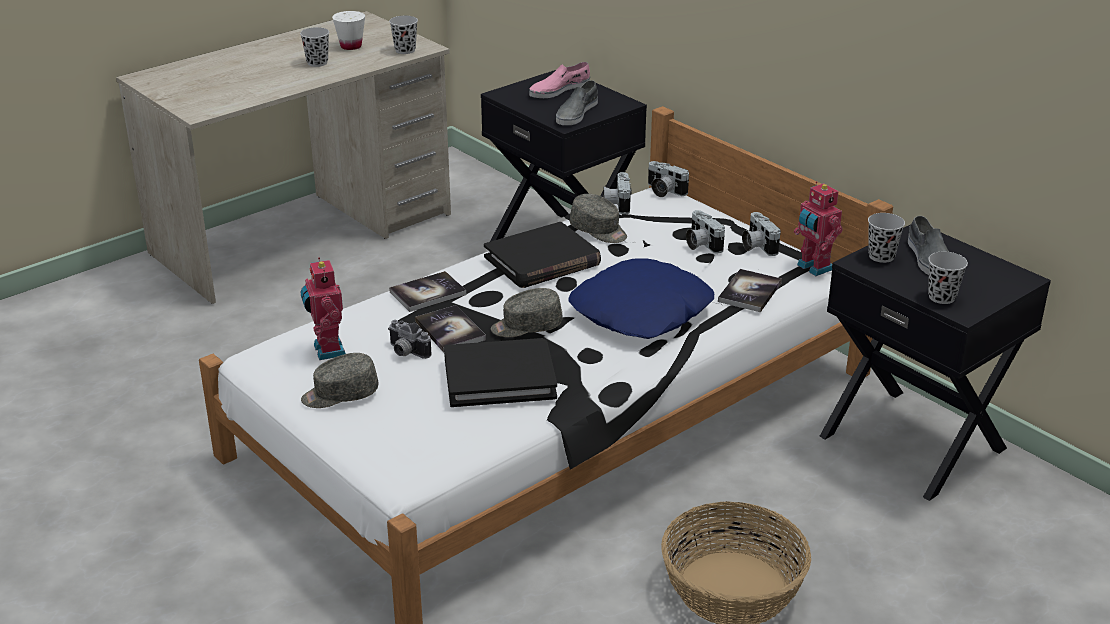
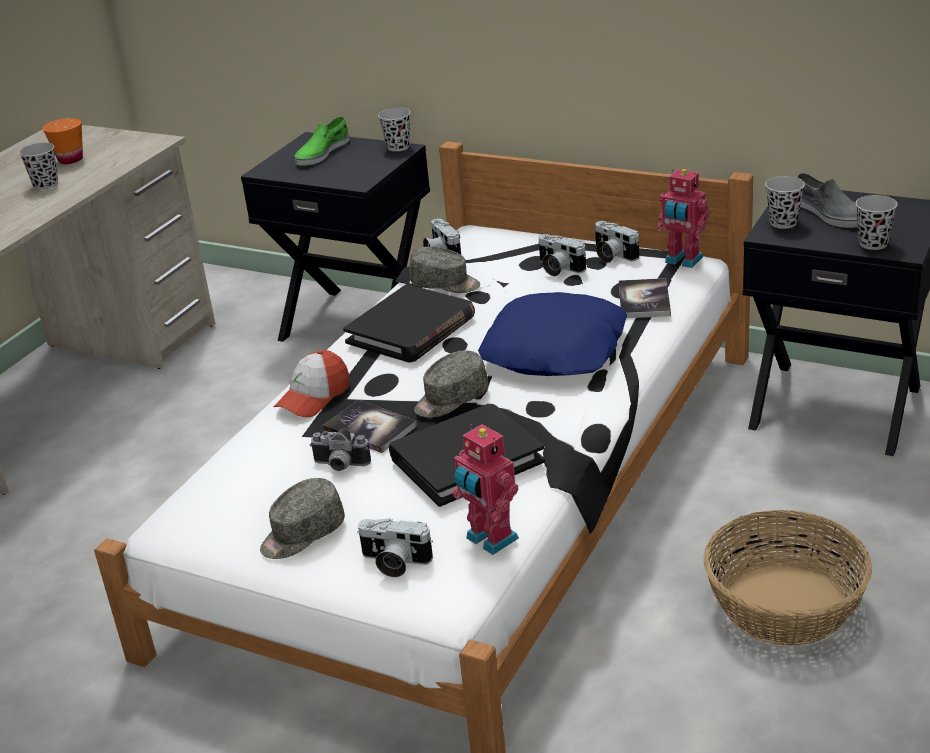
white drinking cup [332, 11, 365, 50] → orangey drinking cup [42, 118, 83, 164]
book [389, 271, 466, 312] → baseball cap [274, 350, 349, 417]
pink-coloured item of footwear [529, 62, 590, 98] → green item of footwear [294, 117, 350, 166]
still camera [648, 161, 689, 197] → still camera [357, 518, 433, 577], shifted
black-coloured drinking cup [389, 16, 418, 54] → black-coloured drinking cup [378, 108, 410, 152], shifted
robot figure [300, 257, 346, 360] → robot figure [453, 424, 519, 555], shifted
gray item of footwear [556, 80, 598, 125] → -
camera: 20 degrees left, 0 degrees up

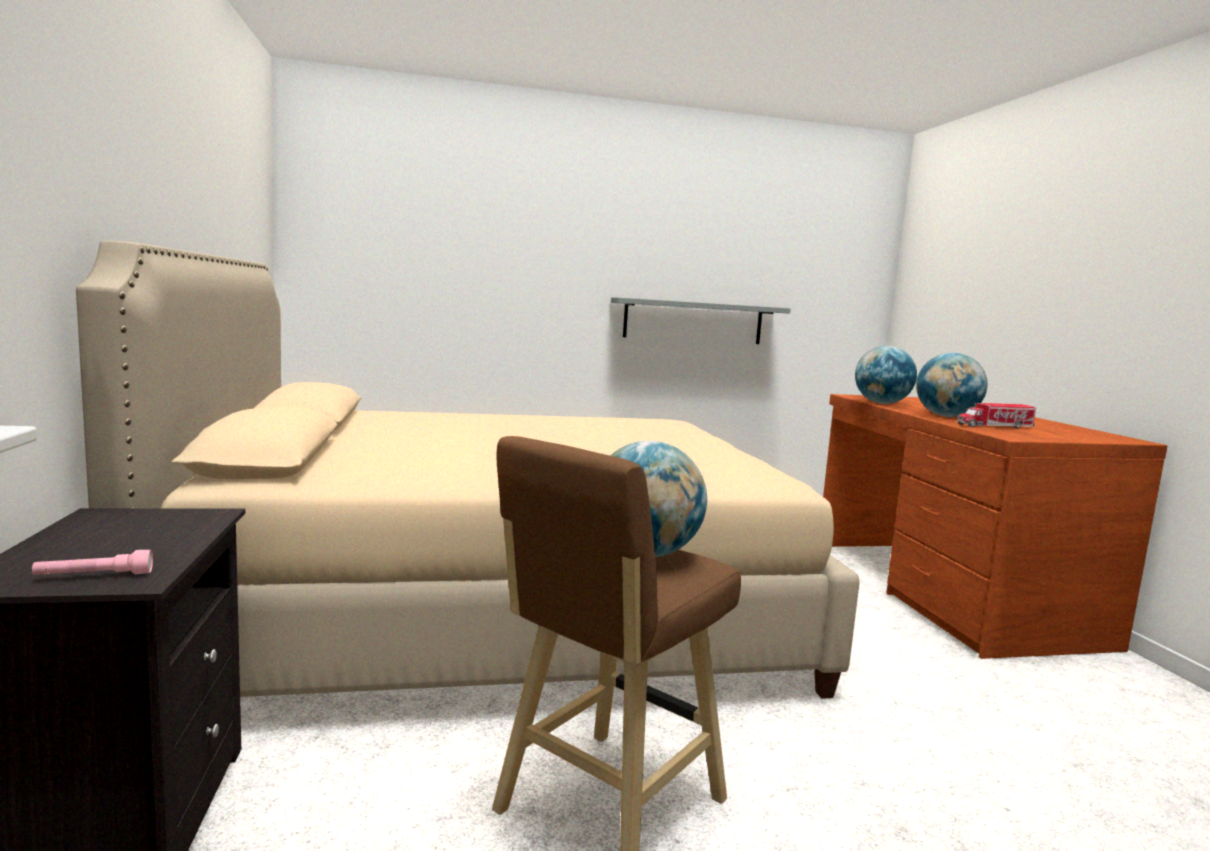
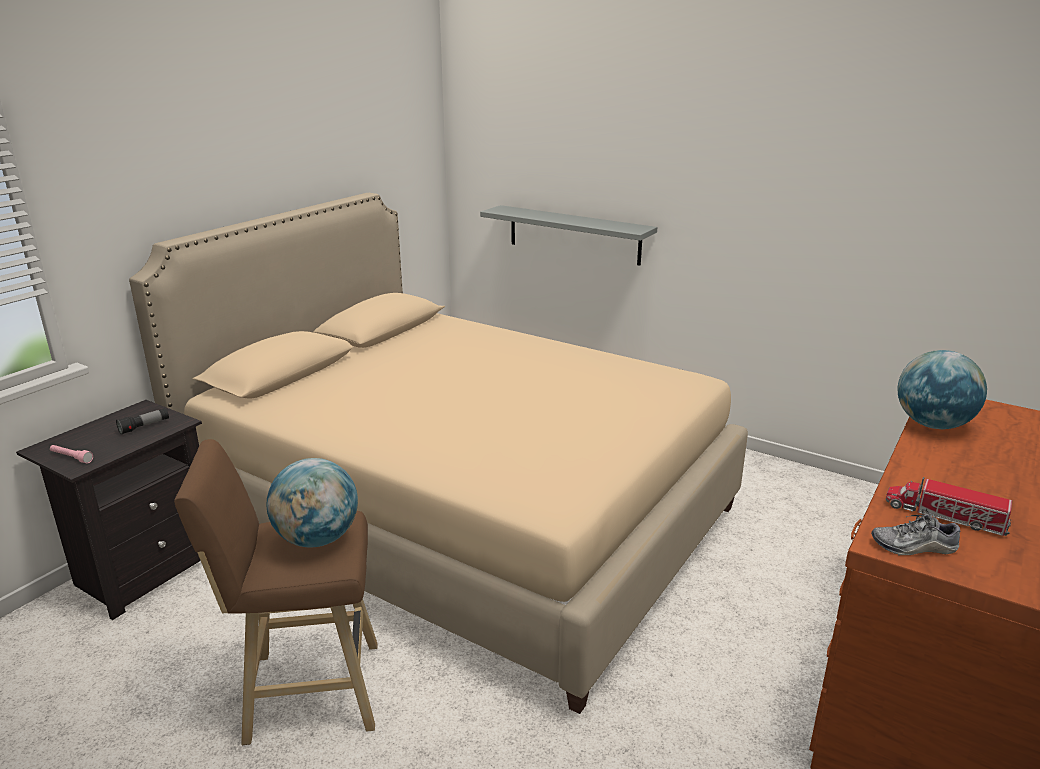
- → torch [116, 408, 169, 435]
gray shelf [611, 297, 790, 344] → gray shelf [480, 205, 657, 266], shifted
- → item of footwear [871, 508, 960, 555]
globe [916, 353, 988, 417] → -
camera: 45 degrees right, 15 degrees up

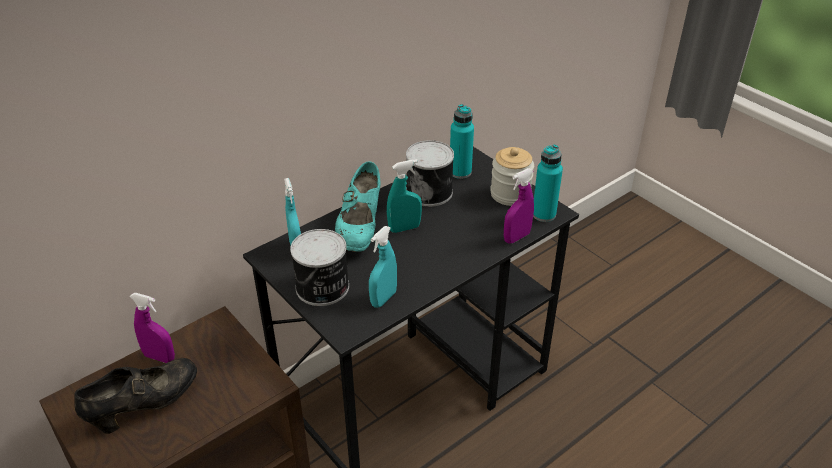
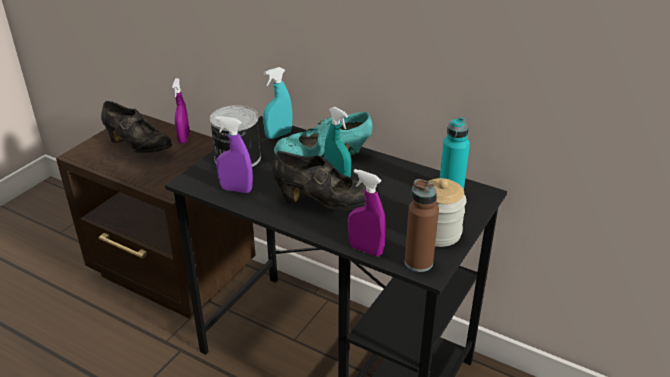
turquoise sprayer [369, 226, 397, 308] → purple sprayer [215, 116, 253, 193]
- → black-coloured item of footwear [272, 151, 380, 210]
turquoise bottle [533, 144, 563, 222] → brown bottle [405, 179, 439, 272]
can [406, 140, 454, 207] → -
camera: 70 degrees right, 5 degrees down

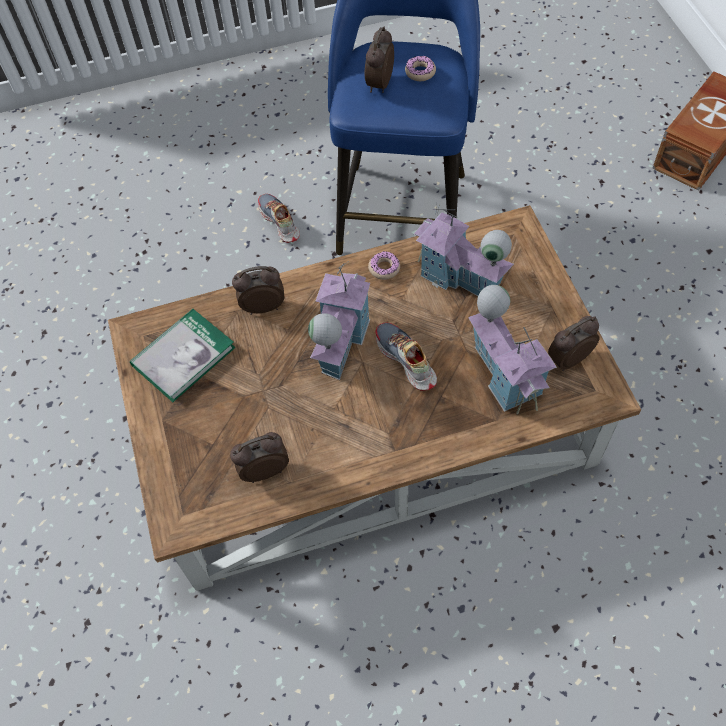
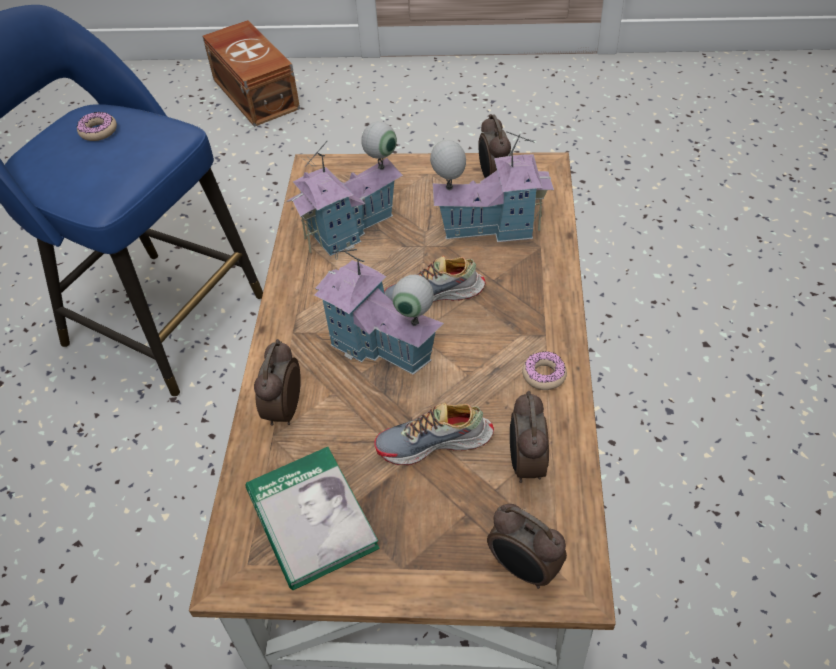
item of footwear [258, 194, 300, 243] → item of footwear [374, 402, 494, 465], shifted
alarm clock [365, 27, 394, 93] → alarm clock [487, 504, 567, 589], shifted
doughnut [368, 252, 400, 280] → doughnut [522, 351, 567, 390], shifted
camera: 70 degrees left, 10 degrees down

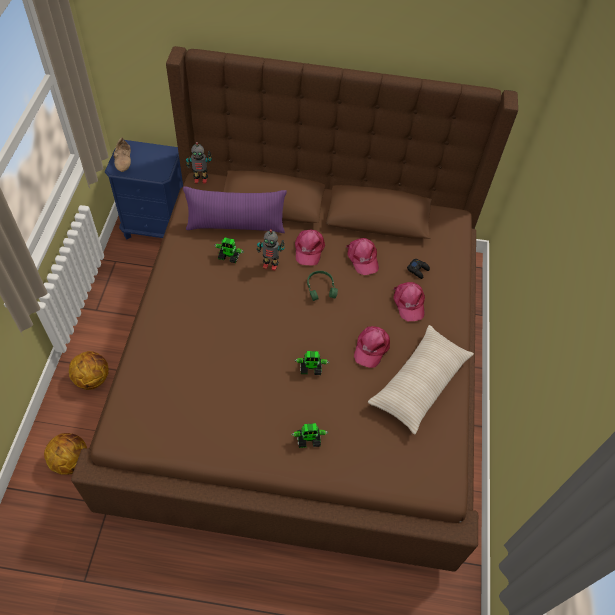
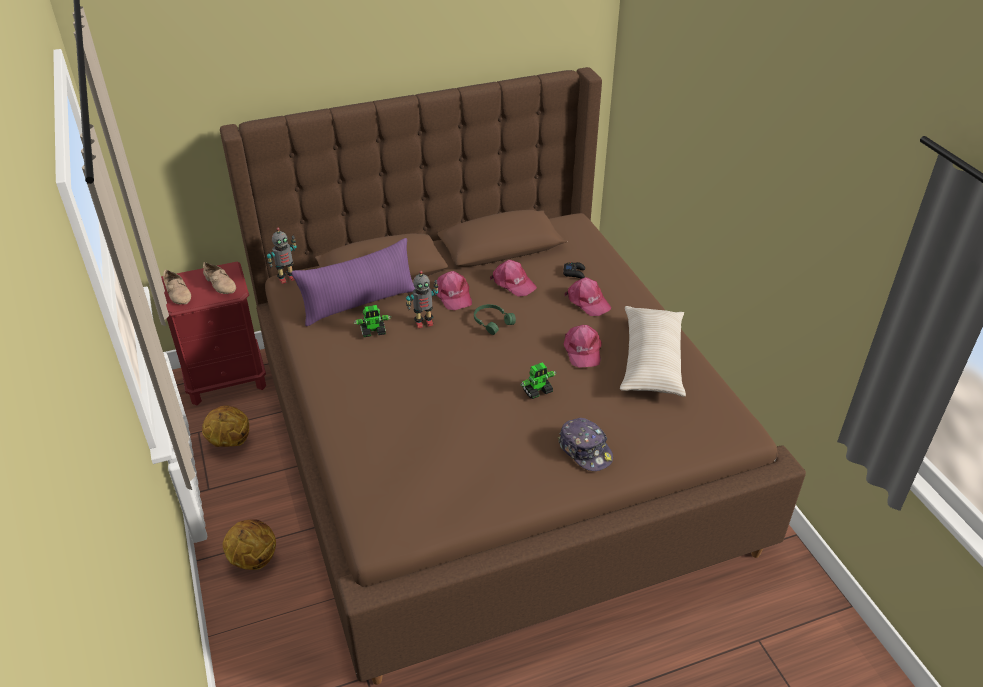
blue-coloured bedside table [105, 140, 183, 239] → reddish bedside table [161, 261, 266, 406]
basketball [44, 433, 87, 475] → basketball [202, 405, 249, 447], shifted
- → sand-coloured item of footwear [203, 262, 236, 294]
robot figure [291, 423, 328, 448] → baseball cap [558, 418, 613, 471]
camera: 25 degrees left, 15 degrees down

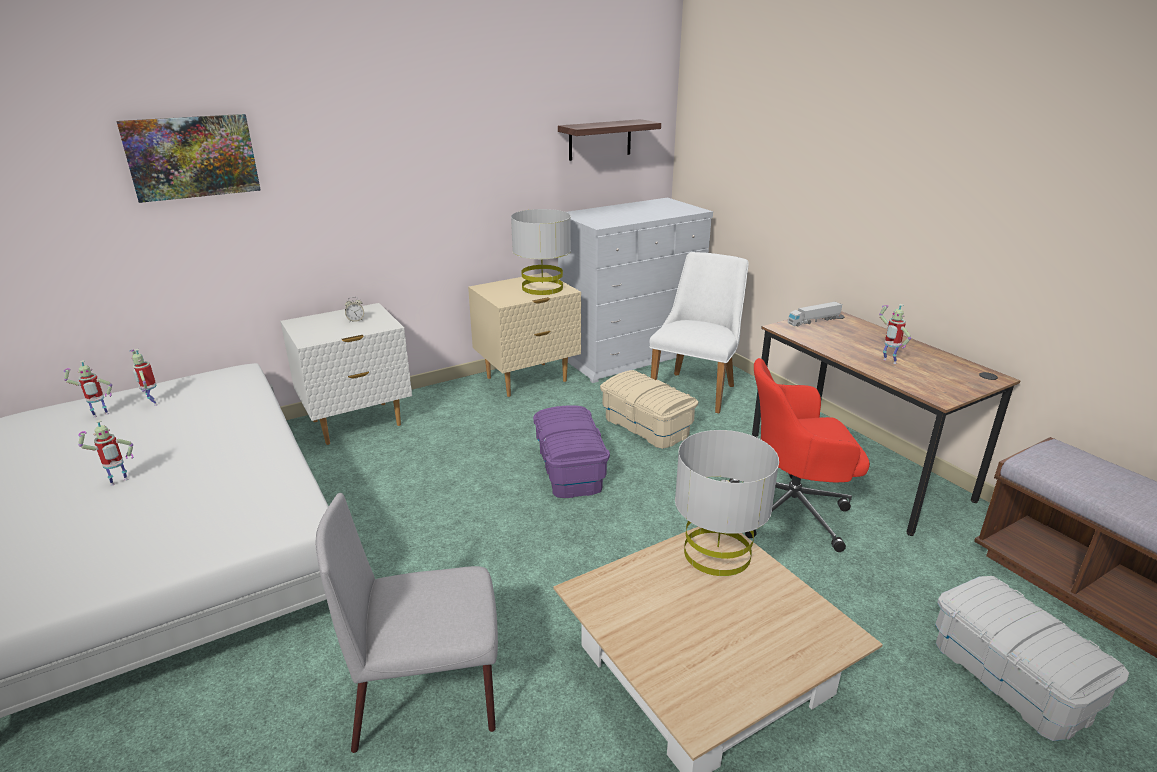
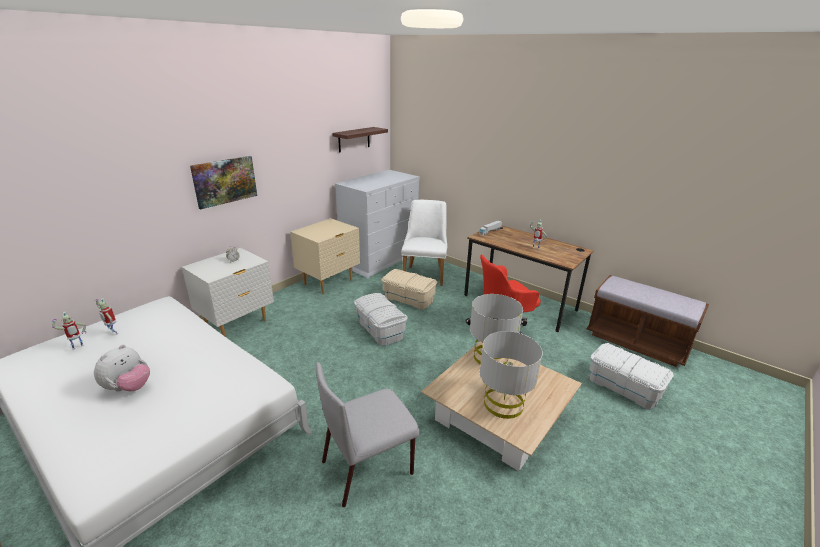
robot figure [78, 419, 133, 486] → cuddly toy [94, 345, 150, 391]
wall art [116, 114, 261, 203] → wall art [190, 156, 257, 209], shifted
purple storage box [533, 405, 610, 498] → white storage box [354, 293, 408, 346]
gray lamp for a table [511, 209, 571, 295] → gray lamp for a table [480, 331, 543, 419], shifted
camera: 20 degrees left, 0 degrees up

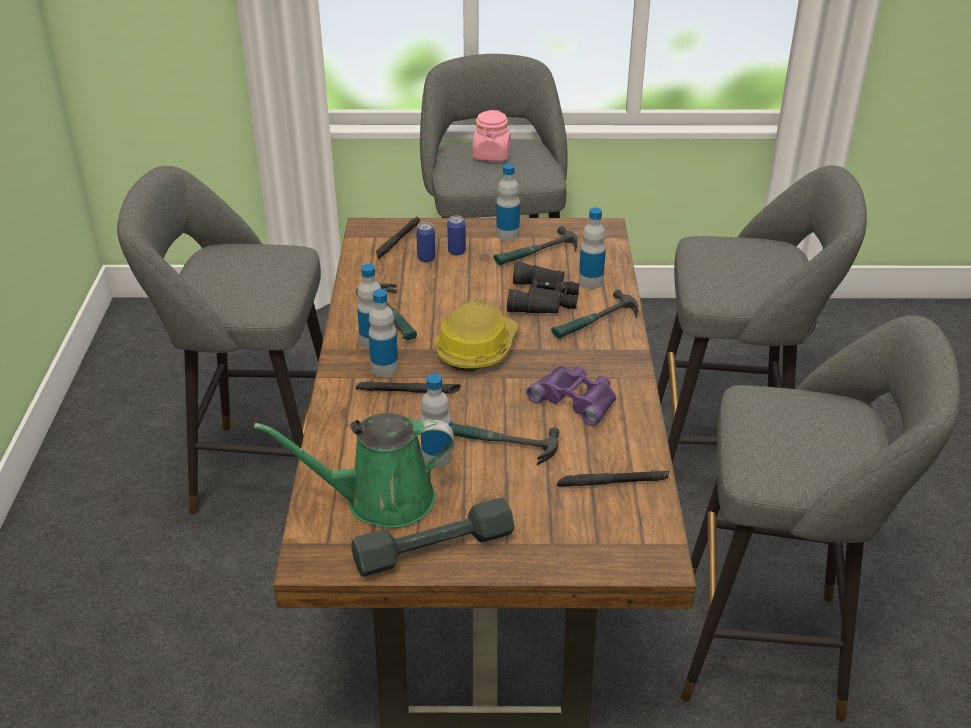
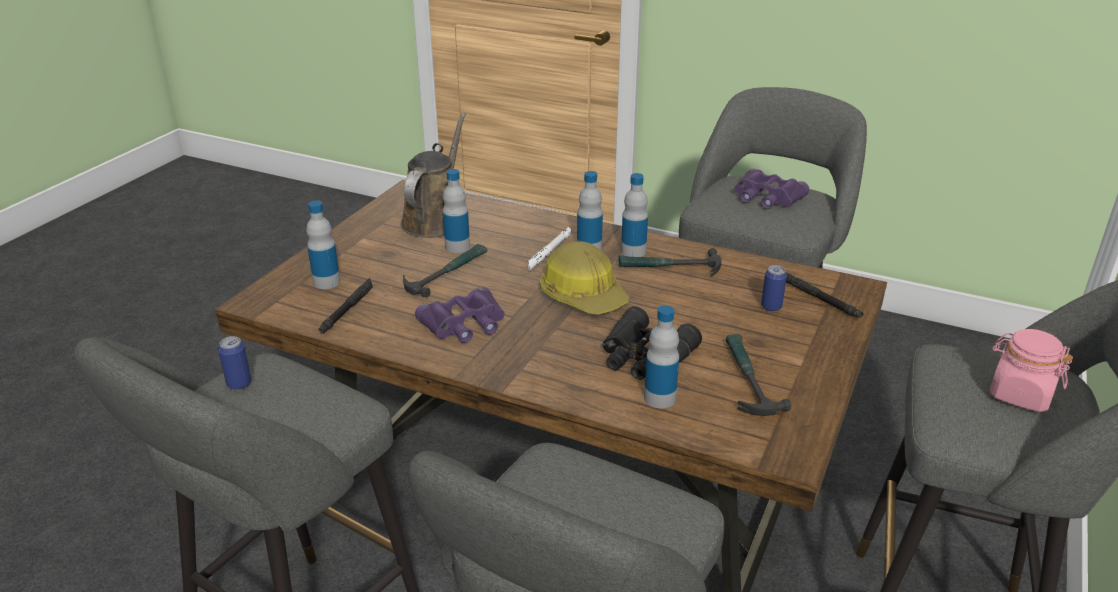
can [447, 215, 466, 255] → can [218, 336, 251, 390], shifted
bottle [496, 164, 520, 241] → bottle [306, 201, 340, 289], shifted
green watering can [254, 413, 455, 528] → brown watering can [400, 113, 466, 238]
black-coloured torch [356, 381, 461, 394] → white torch [527, 227, 572, 272]
- → purple pair of binoculars [734, 169, 809, 209]
gray hand weight [351, 498, 515, 577] → -
hand hammer [551, 289, 639, 339] → -
camera: 115 degrees right, 5 degrees down

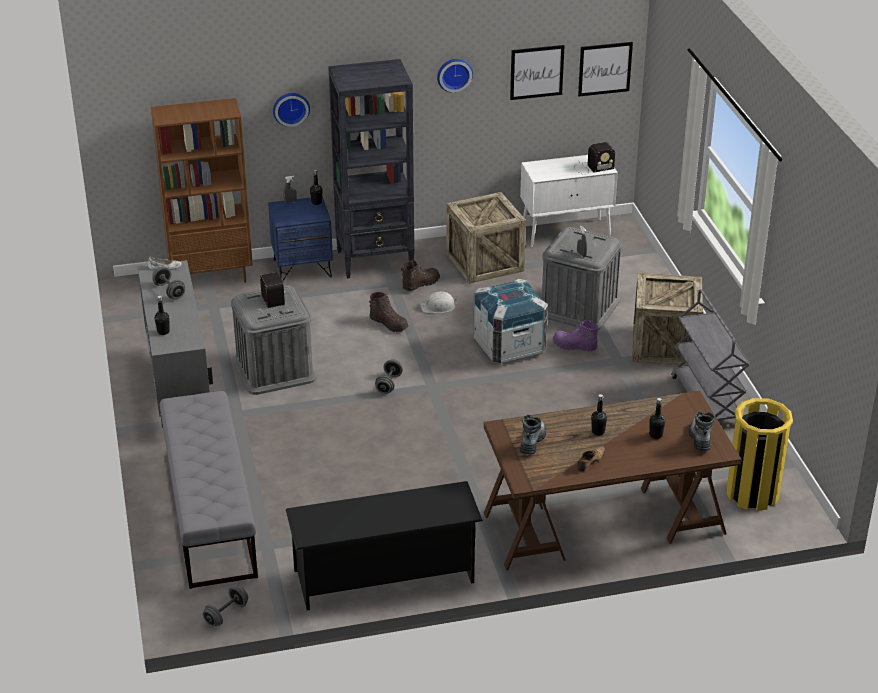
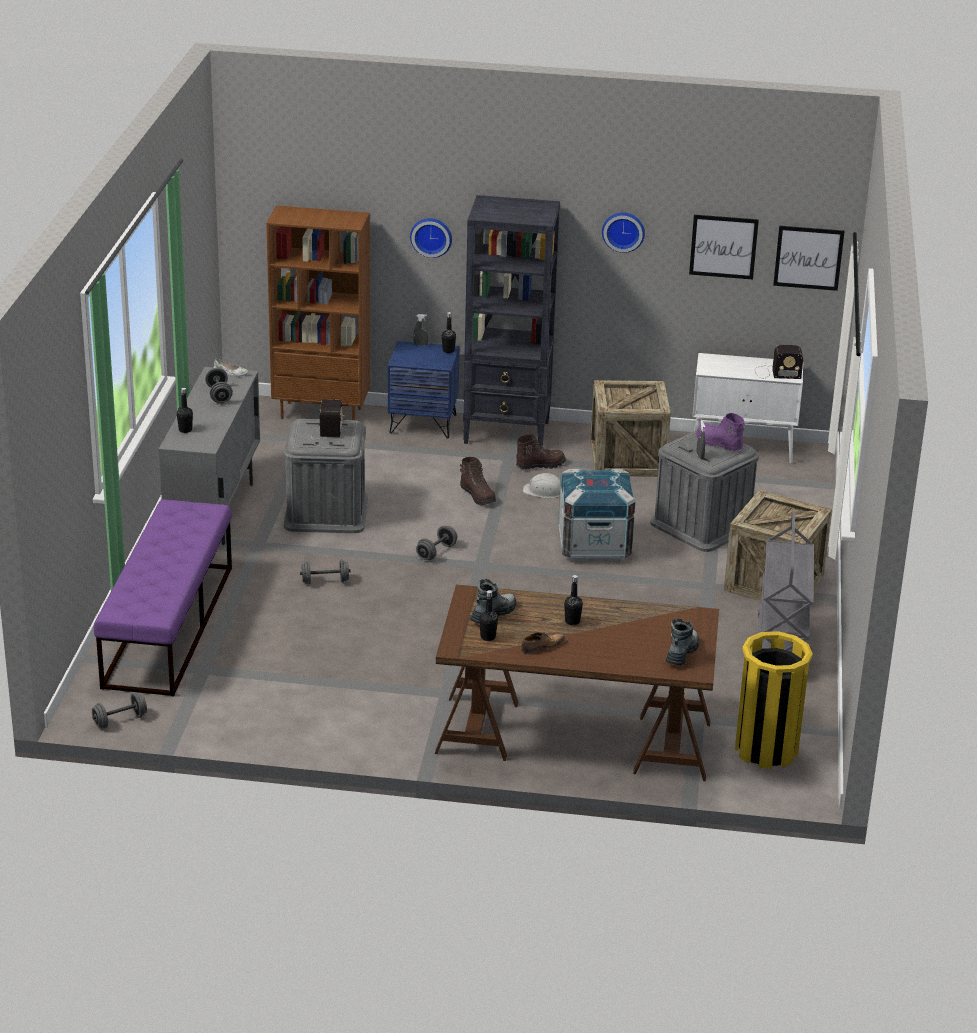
gray indoor bench [160, 391, 258, 589] → purple indoor bench [94, 499, 232, 697]
- → gray hand weight [300, 559, 351, 585]
black-coloured bottle [649, 398, 665, 439] → black-coloured bottle [479, 590, 498, 641], shifted
purple high-top boot [553, 320, 598, 352] → purple high-top boot [696, 413, 745, 451], shifted
black-coloured shoe shelf [286, 481, 483, 610] → -
camera: 20 degrees right, 5 degrees down

